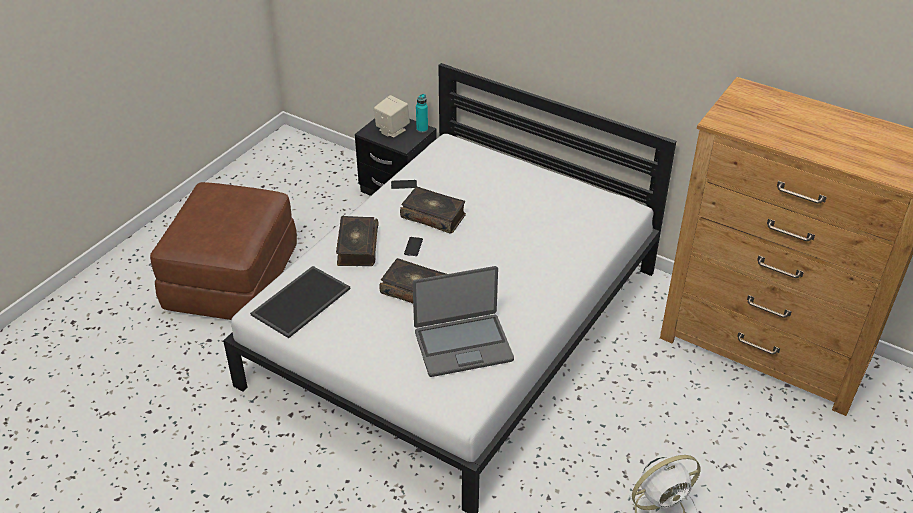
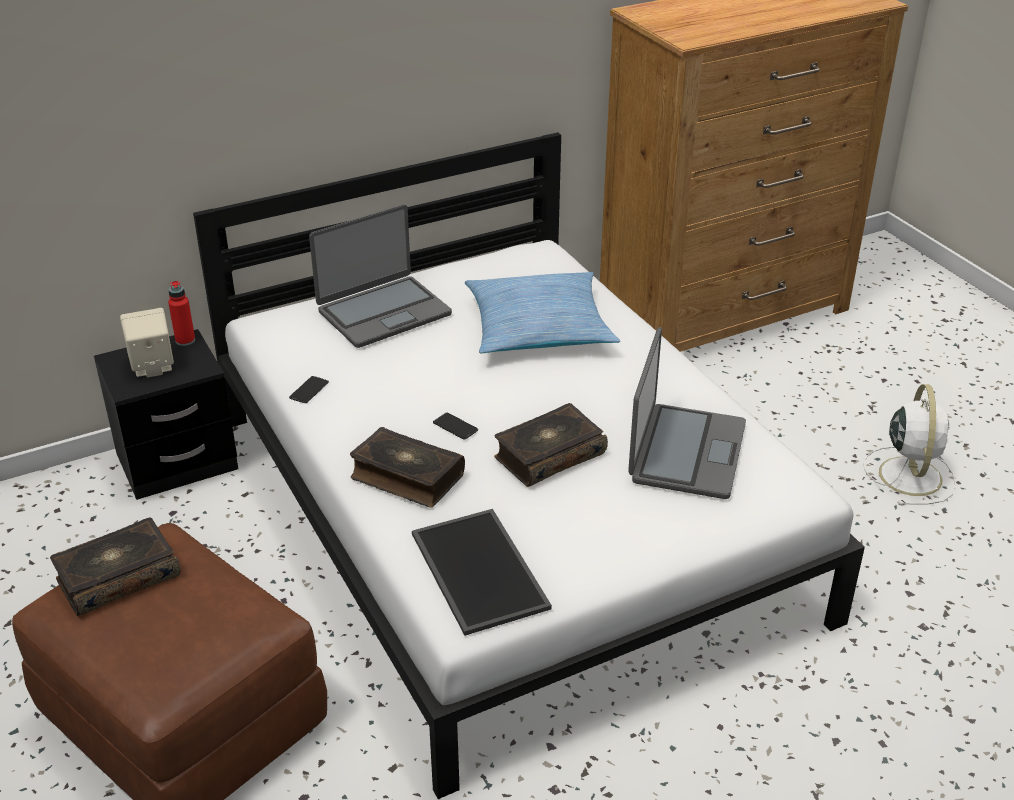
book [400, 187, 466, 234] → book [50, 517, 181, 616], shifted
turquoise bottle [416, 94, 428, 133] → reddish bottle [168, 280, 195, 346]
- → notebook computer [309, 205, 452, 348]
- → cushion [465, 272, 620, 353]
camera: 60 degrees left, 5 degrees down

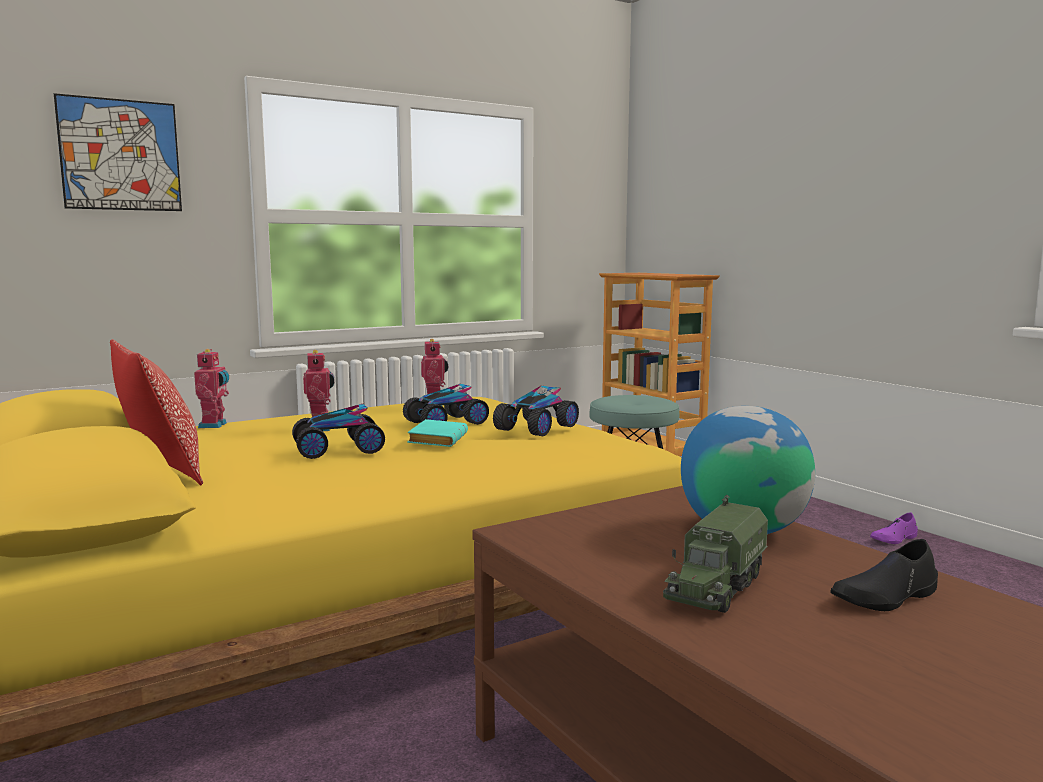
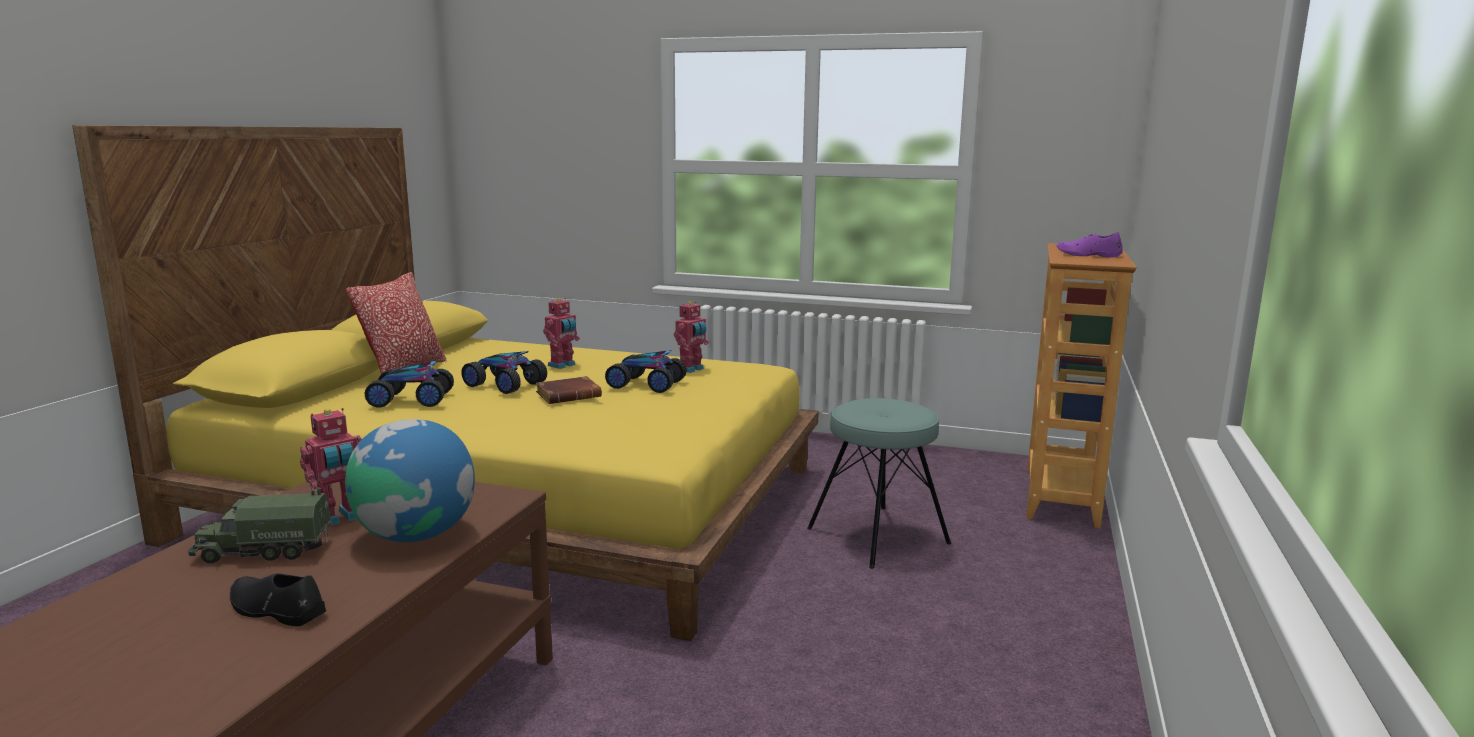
robot figure [194, 349, 229, 428] → robot figure [300, 408, 362, 527], shifted
model car [493, 386, 579, 436] → model car [365, 360, 454, 408], shifted
turquoise book [407, 419, 468, 447] → brown book [536, 376, 602, 404]
purple item of footwear [870, 512, 918, 544] → purple item of footwear [1056, 232, 1122, 257], shifted
wall art [54, 93, 182, 211] → -
camera: 50 degrees right, 5 degrees up

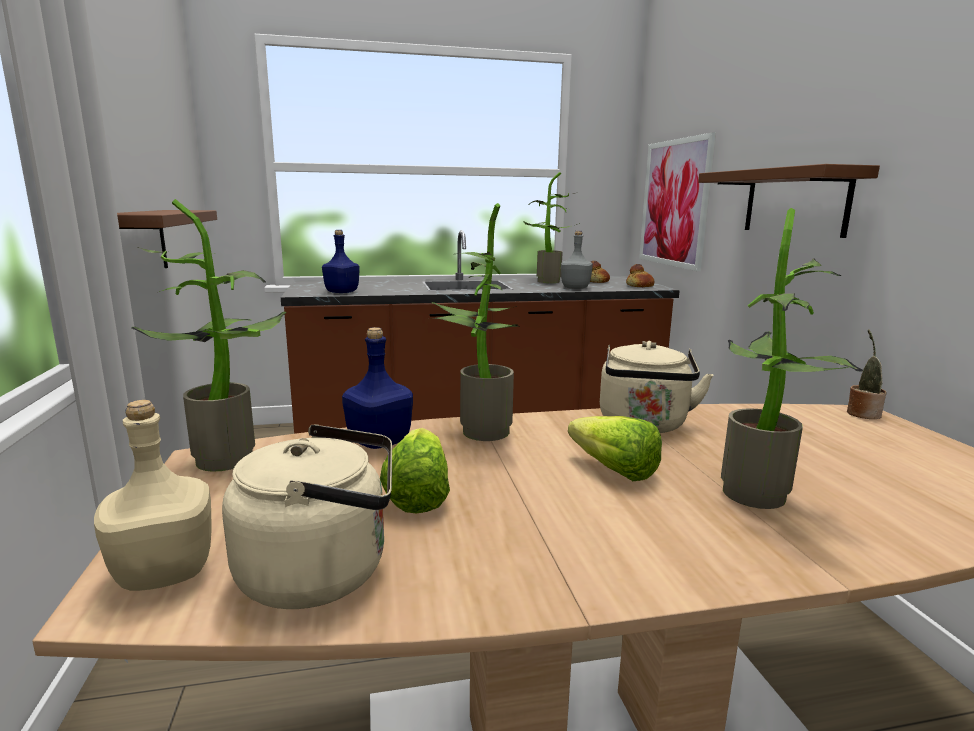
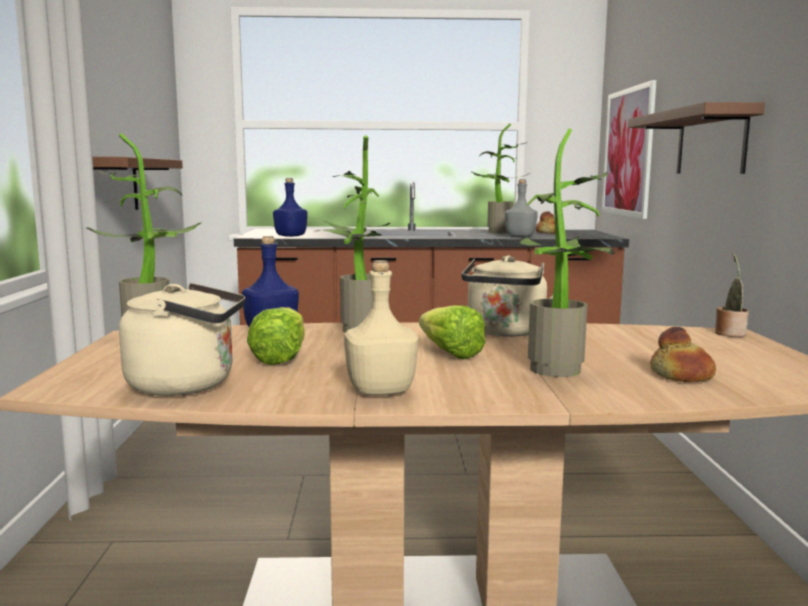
sand-coloured bottle [94, 400, 211, 591] → sand-coloured bottle [344, 260, 418, 396], shifted
baked bread [626, 264, 655, 287] → baked bread [650, 327, 716, 382], shifted
camera: 10 degrees right, 5 degrees down

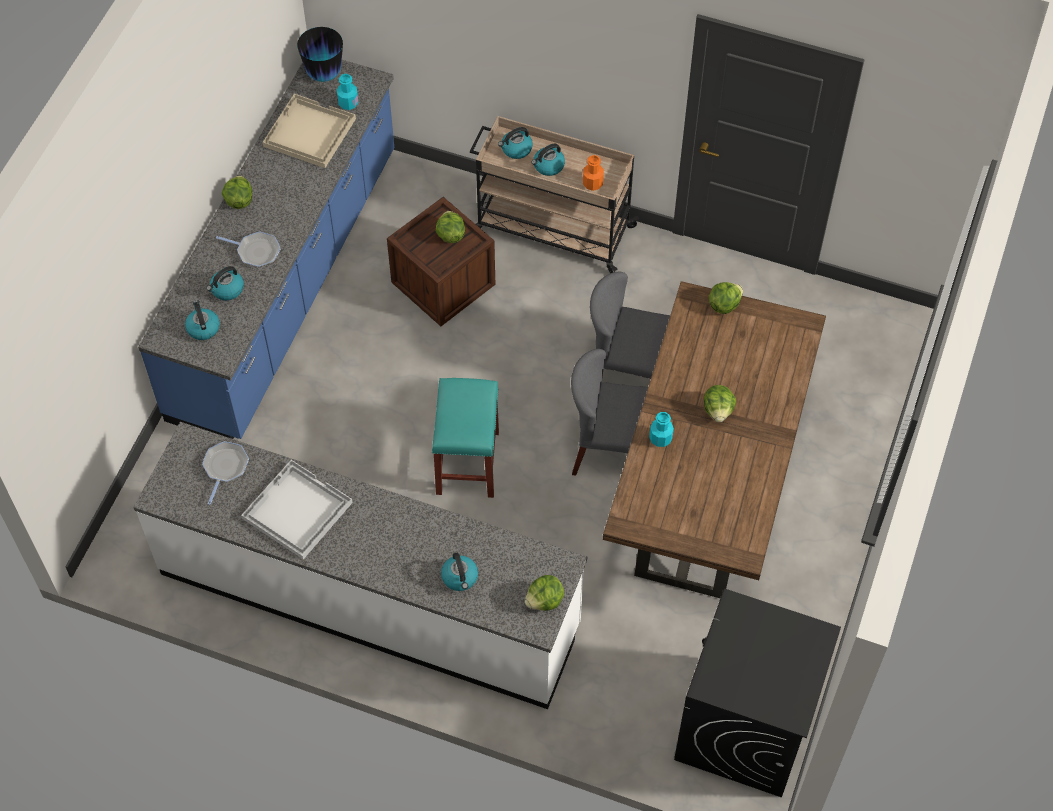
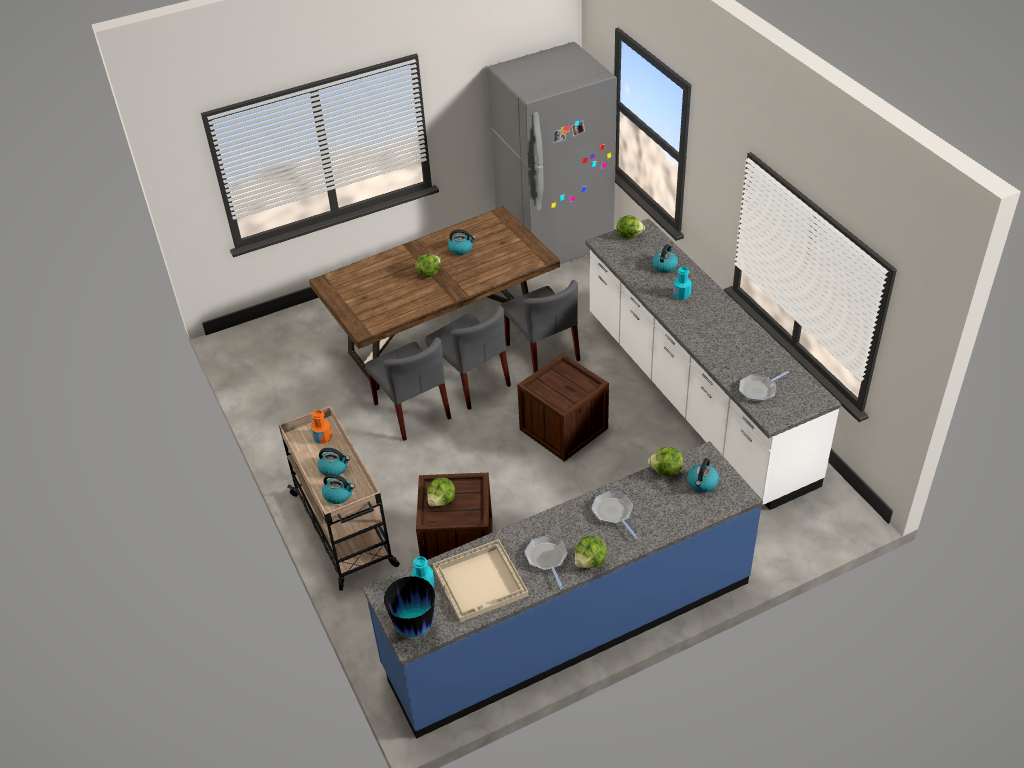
kettle [206, 266, 244, 300] → kettle [448, 229, 476, 255], shifted
black-coloured laundry machine [674, 589, 841, 798] → gray kitchen fridge [487, 42, 617, 265]
- → gray chair [501, 280, 580, 373]
turquoise stool seat [432, 378, 499, 498] → shipping crate [517, 353, 609, 462]
- → frying pan [524, 535, 568, 589]
lettuce [709, 282, 743, 314] → lettuce [648, 447, 683, 476], shifted
turquoise bottle [649, 412, 674, 447] → turquoise bottle [673, 267, 692, 300], shifted
white carrying tray [241, 460, 353, 559] → -
camera: 135 degrees left, 15 degrees down

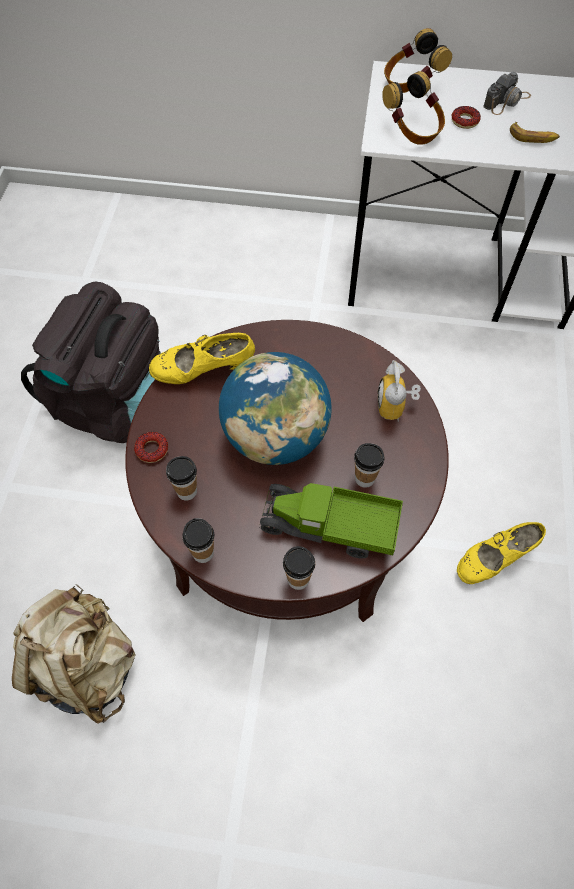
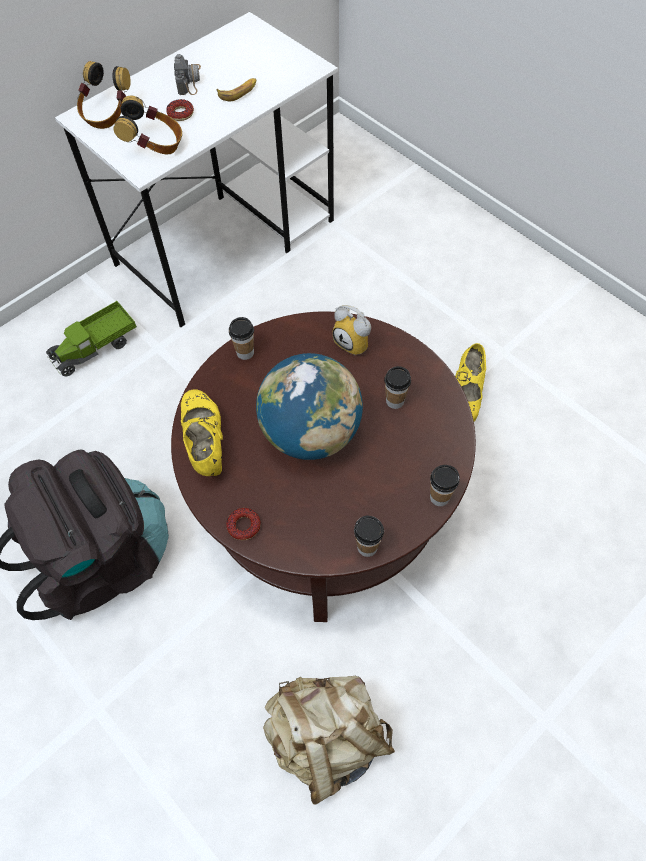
toy truck [259, 483, 403, 559] → toy truck [46, 301, 137, 376], shifted
yellow item of footwear [149, 333, 255, 384] → yellow item of footwear [181, 389, 223, 476], 135 degrees clockwise
drinking cup [166, 456, 197, 501] → drinking cup [229, 317, 254, 360], shifted
camera: 50 degrees left, 0 degrees up

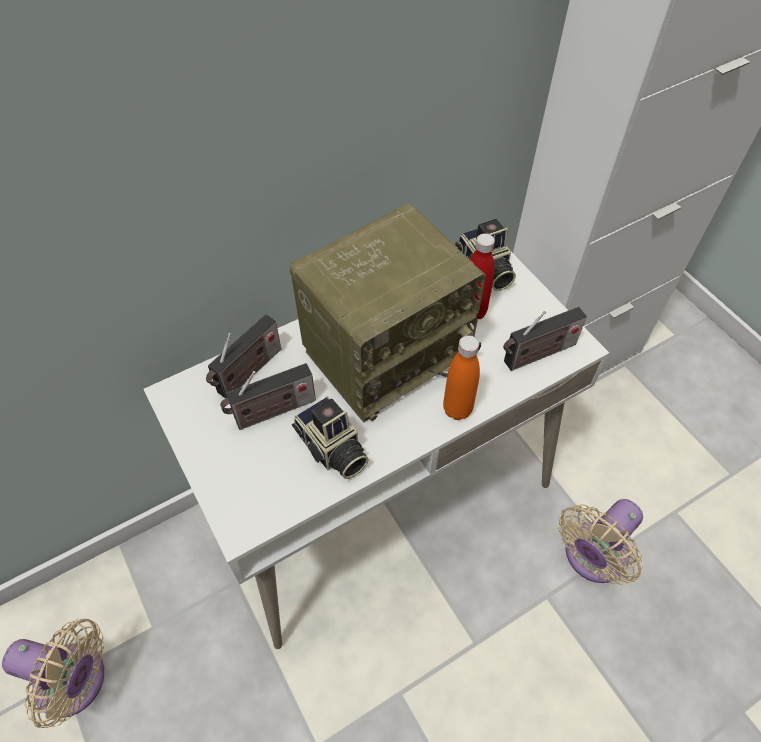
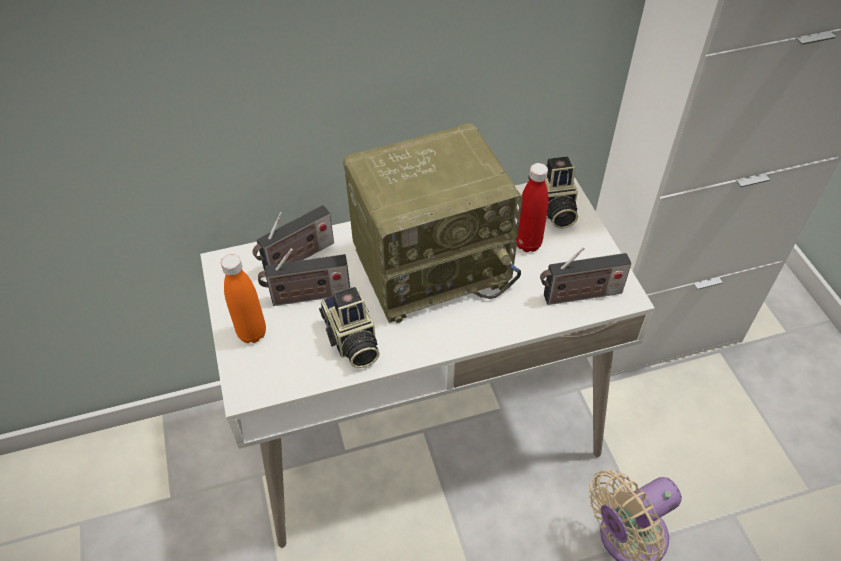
orangey bottle [443, 335, 480, 420] → orangey bottle [221, 254, 266, 343], shifted
sand-coloured cooling fan [2, 619, 104, 728] → -
camera: 15 degrees right, 5 degrees down

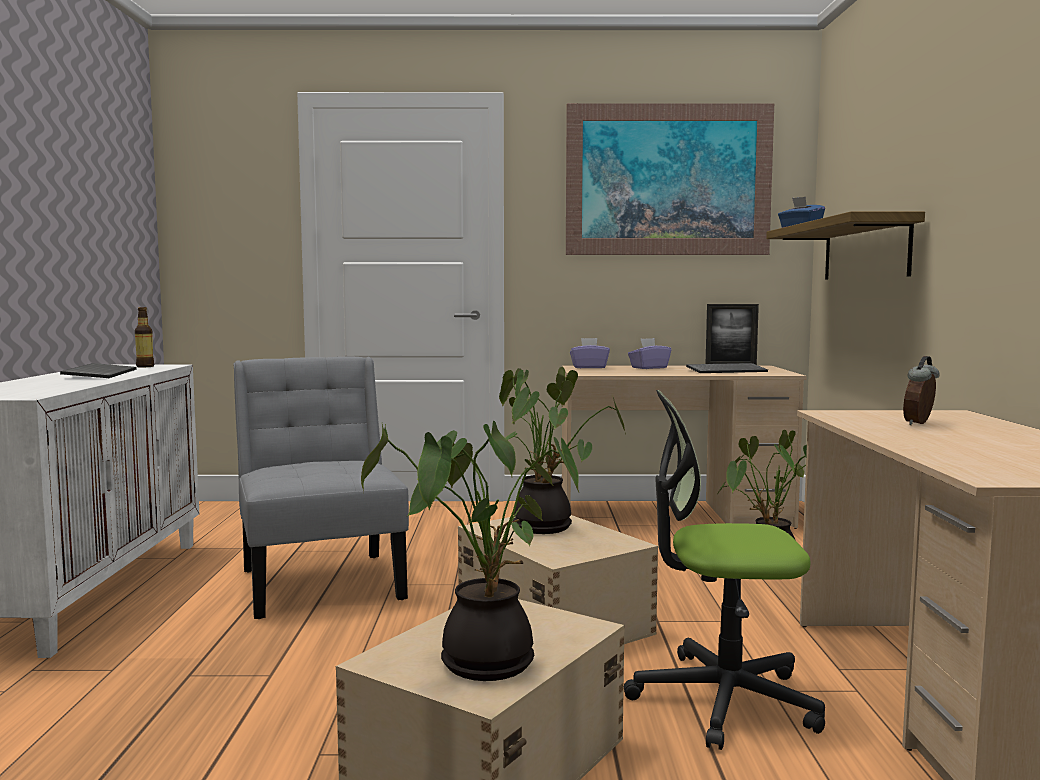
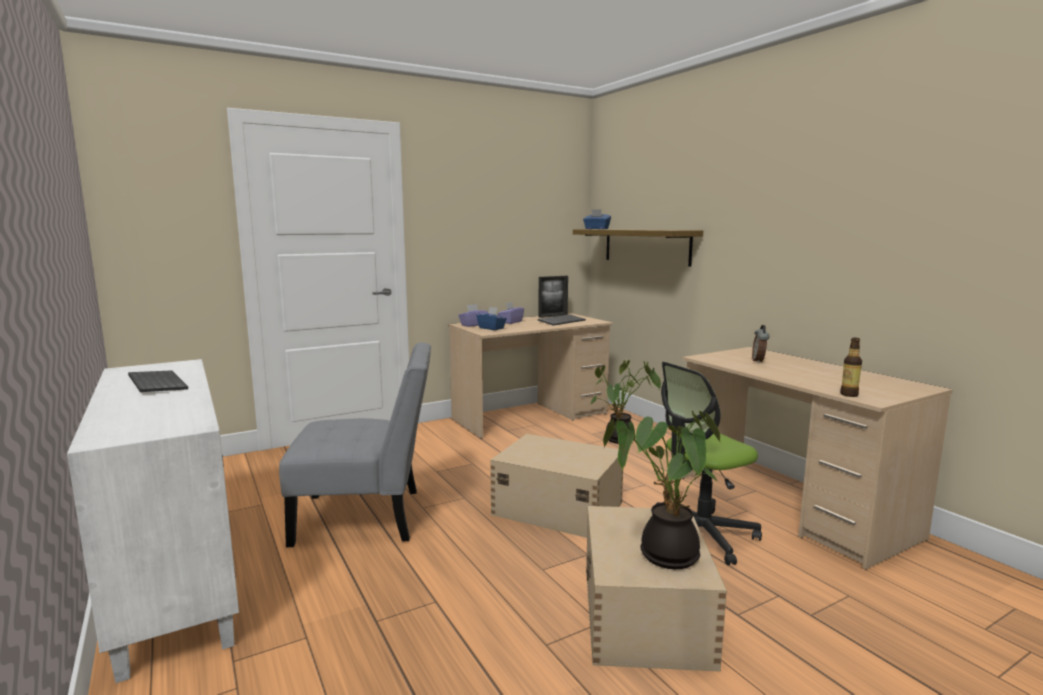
gray chair [233, 357, 409, 619] → gray chair [279, 342, 431, 547], 135 degrees clockwise
- → blue-coloured tissue holder [476, 307, 507, 330]
bottle [135, 307, 154, 367] → bottle [840, 338, 862, 397], shifted
houseplant [499, 367, 626, 534] → -
wall art [566, 103, 774, 255] → -
camera: 30 degrees left, 5 degrees up

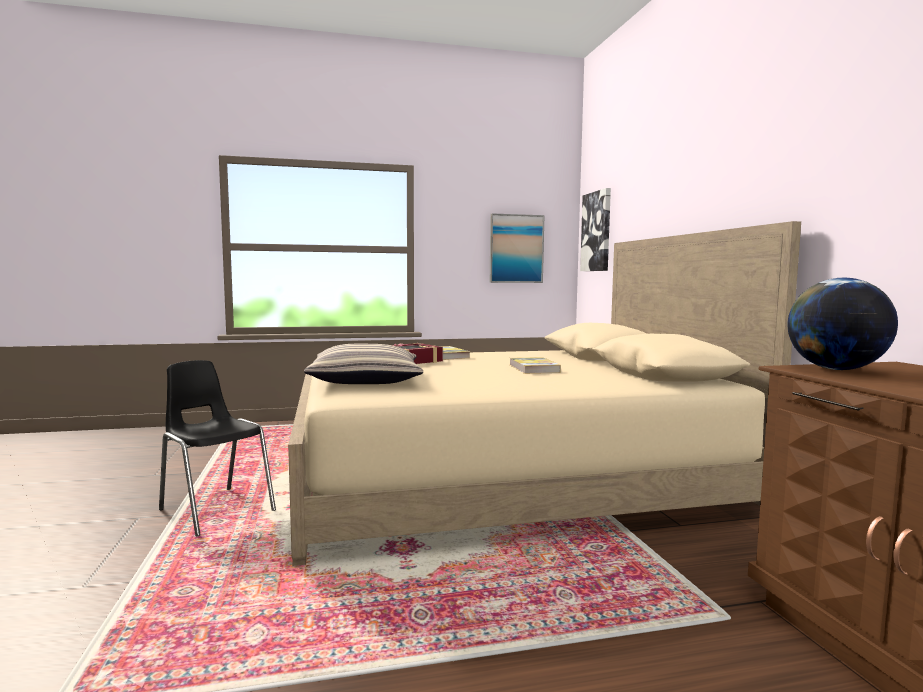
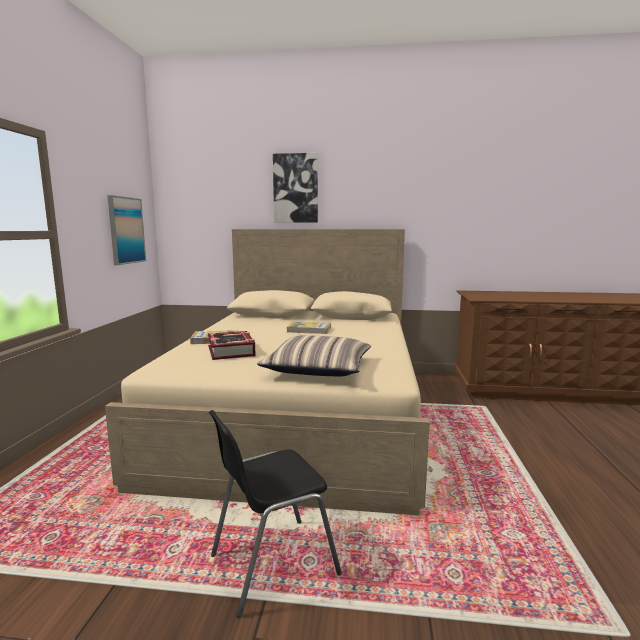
wall art [580, 188, 611, 271] → wall art [273, 153, 318, 223], shifted
globe [788, 277, 898, 370] → -
camera: 70 degrees left, 5 degrees up

